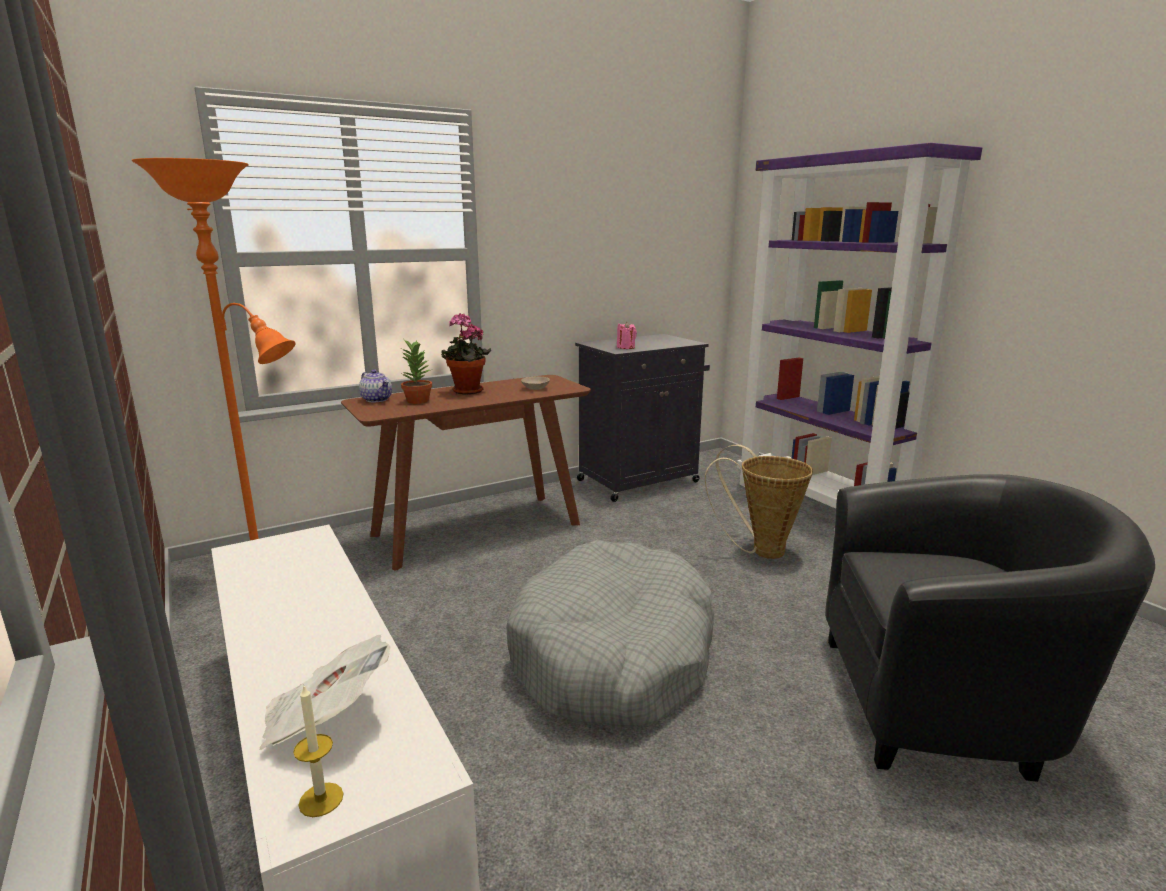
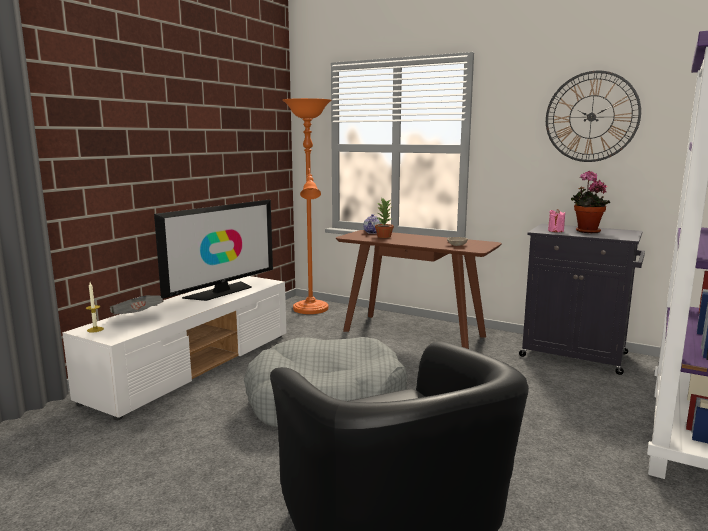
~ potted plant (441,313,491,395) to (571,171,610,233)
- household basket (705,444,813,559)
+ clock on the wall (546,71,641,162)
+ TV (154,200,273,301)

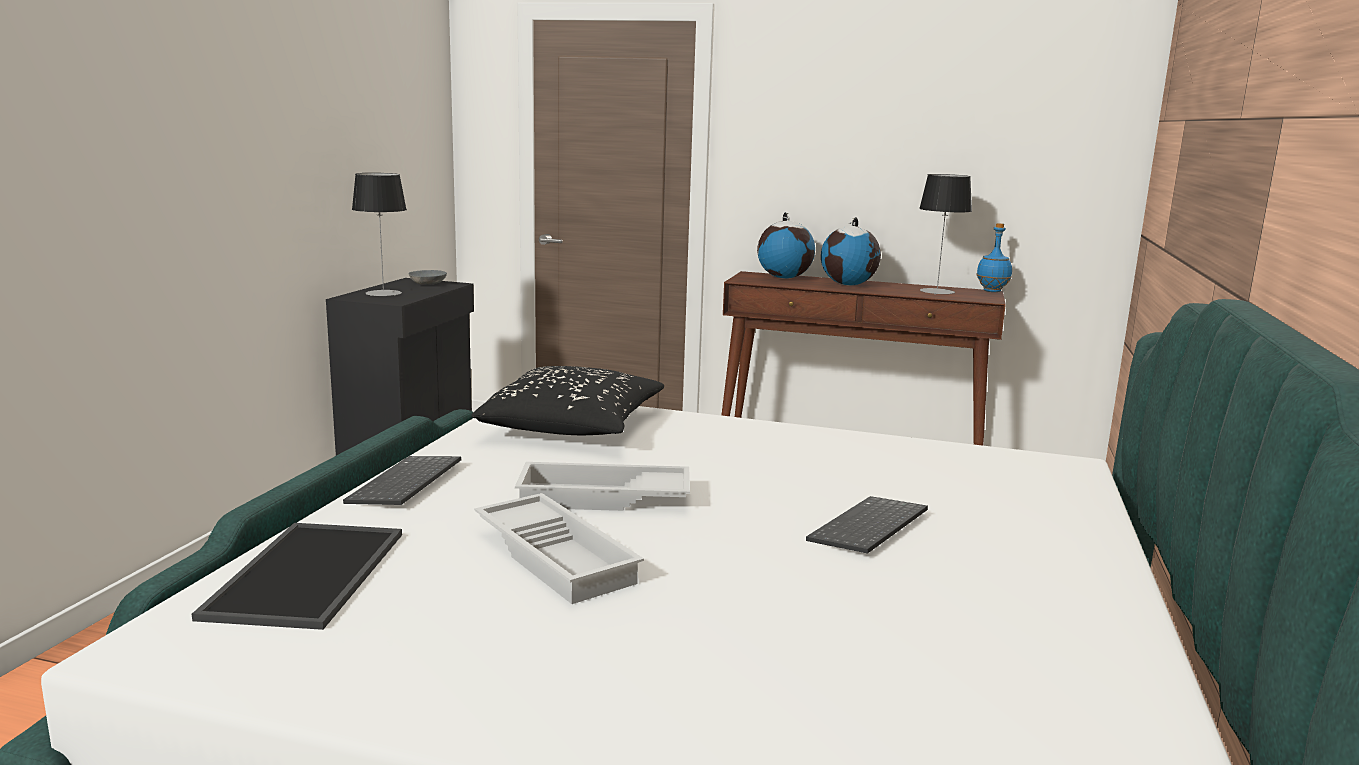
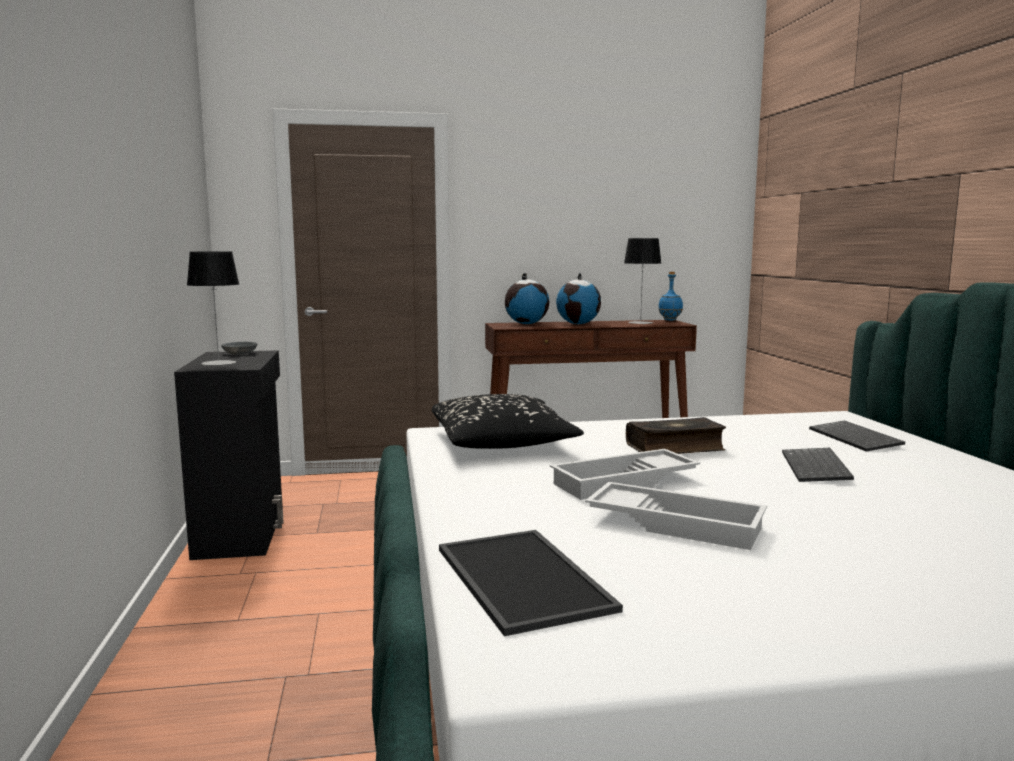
~ computer keyboard (343,456,461,505) to (809,420,905,452)
+ book (626,417,726,454)

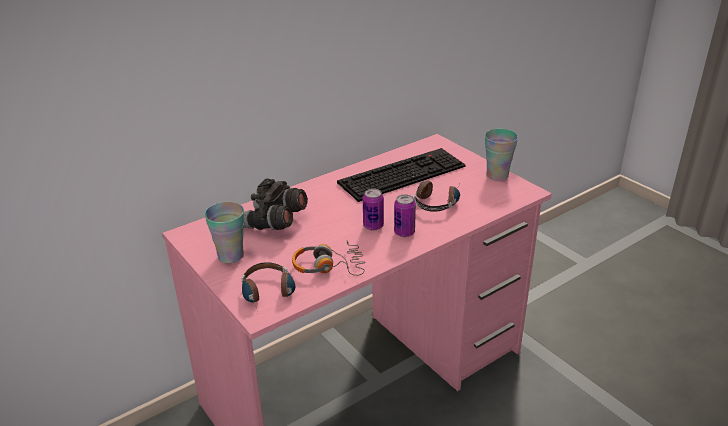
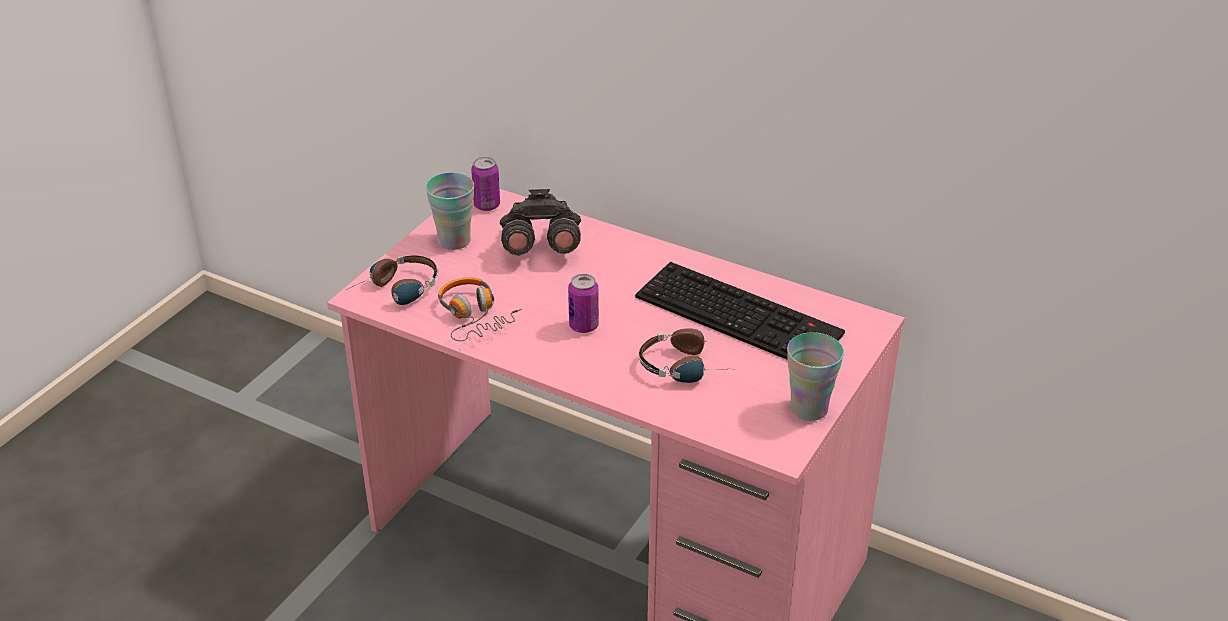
~ sealed can (394,194,416,237) to (471,157,500,211)

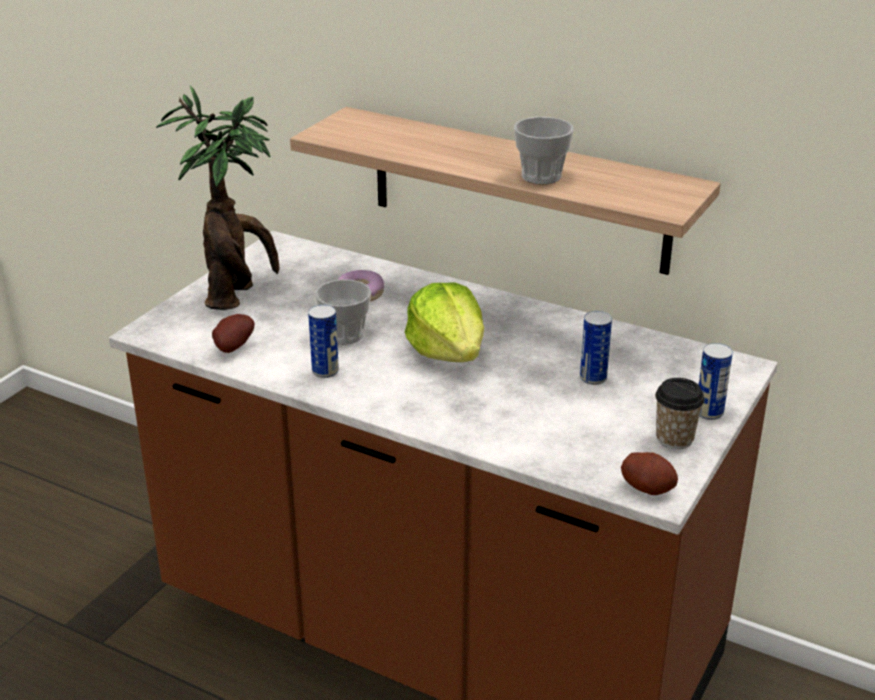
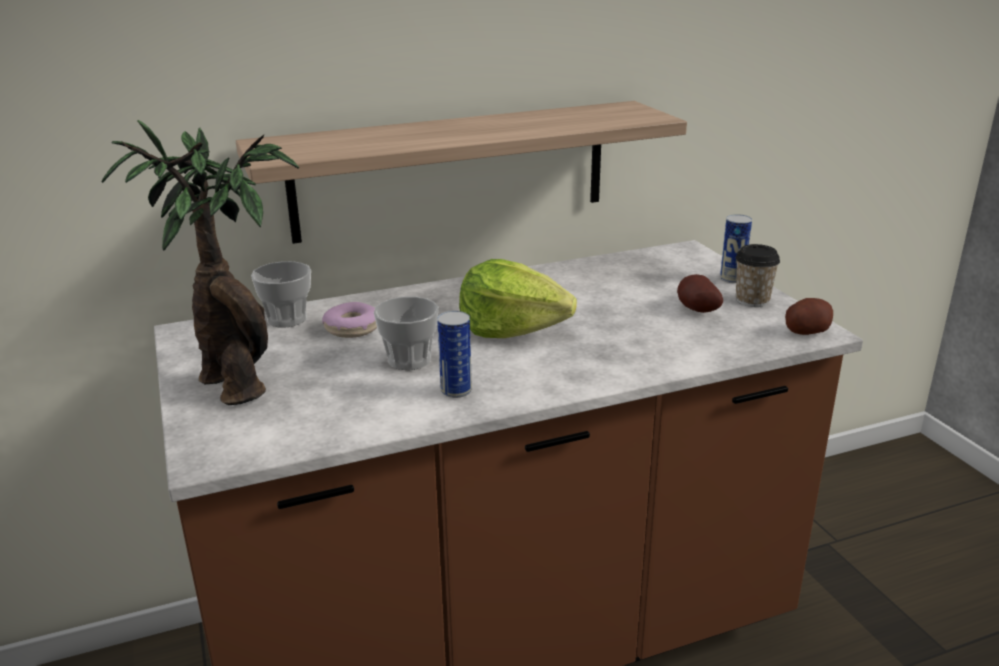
~ cup (514,117,573,184) to (251,261,311,328)
- sealed can (580,311,612,385)
~ whole potato (212,314,255,353) to (677,274,723,313)

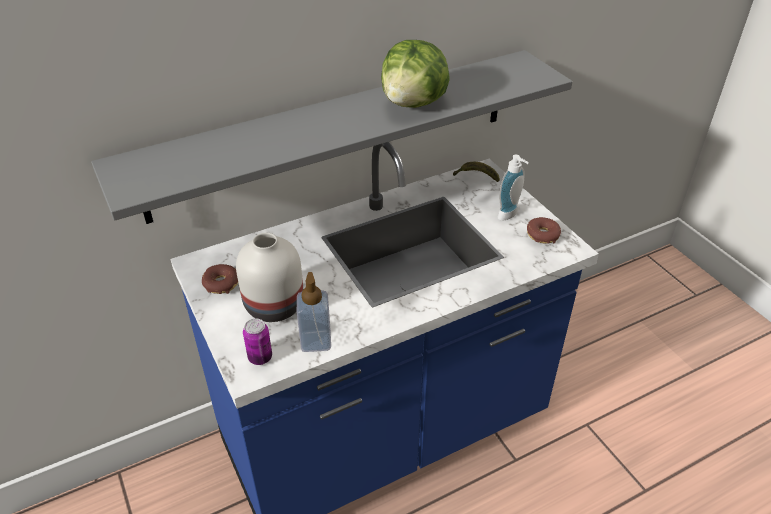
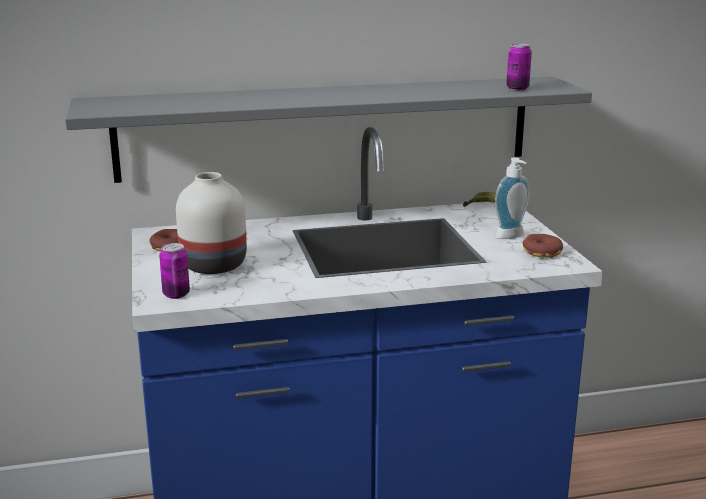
- head of lettuce (381,40,450,108)
- soap dispenser (297,272,331,352)
+ sealed can (506,44,532,90)

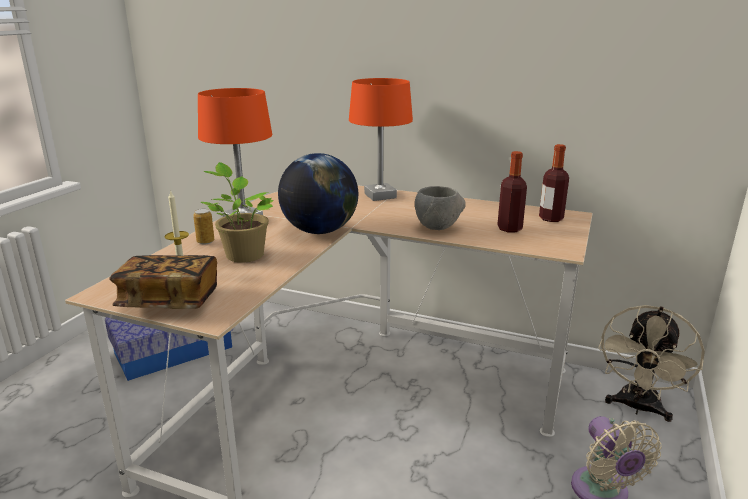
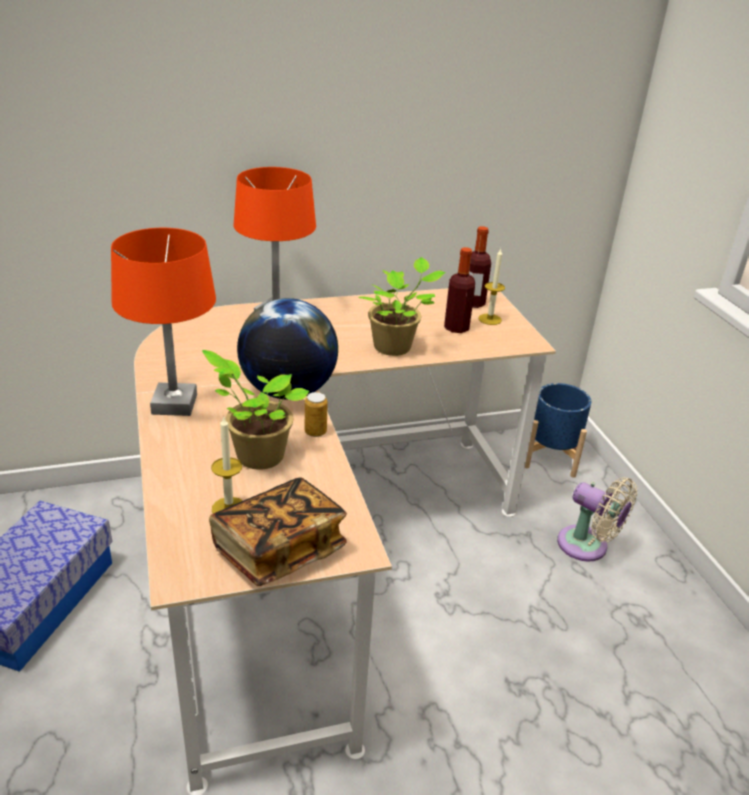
~ gray bowl (415,186,466,230) to potted plant (358,257,446,356)
~ sealed can (193,209,214,245) to (305,392,328,437)
~ sand-coloured electric fan (598,305,705,422) to blue plant pot (525,383,592,478)
+ wax light (478,248,505,325)

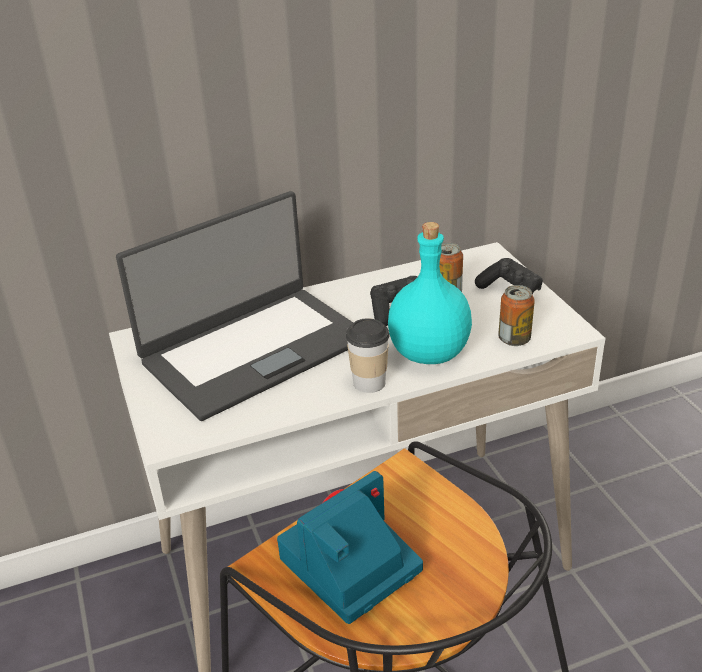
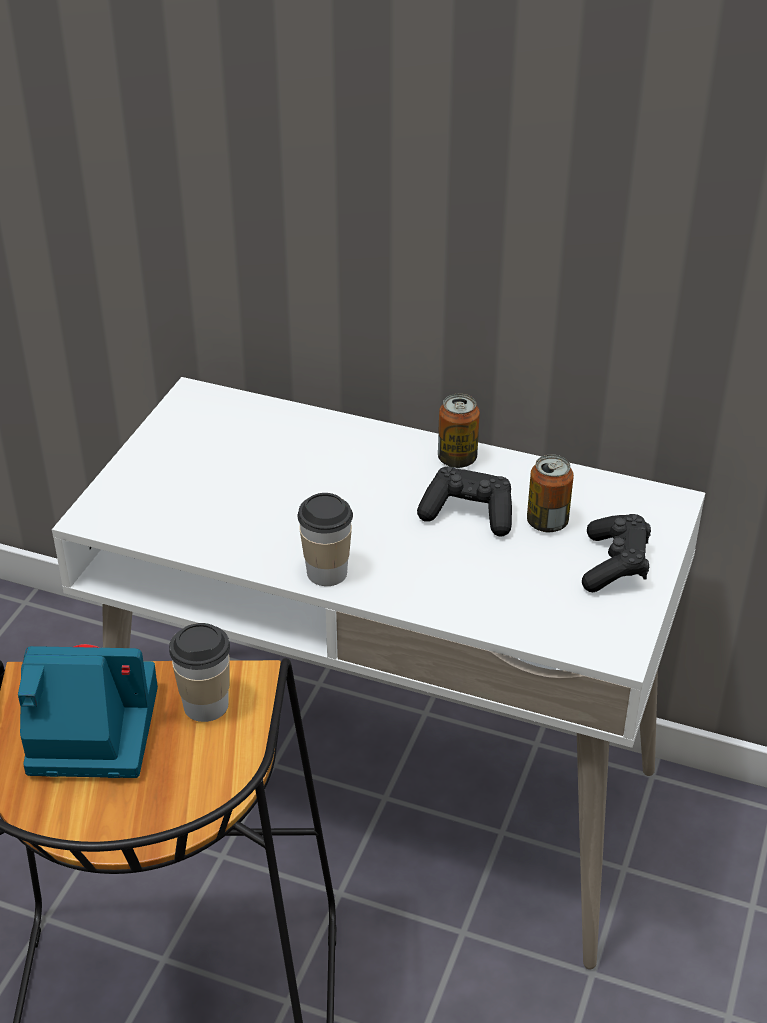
- notebook computer (116,191,353,421)
- turquoise bottle (388,222,472,364)
~ sealed can (498,285,535,346) to (438,394,480,468)
+ cup (169,623,230,722)

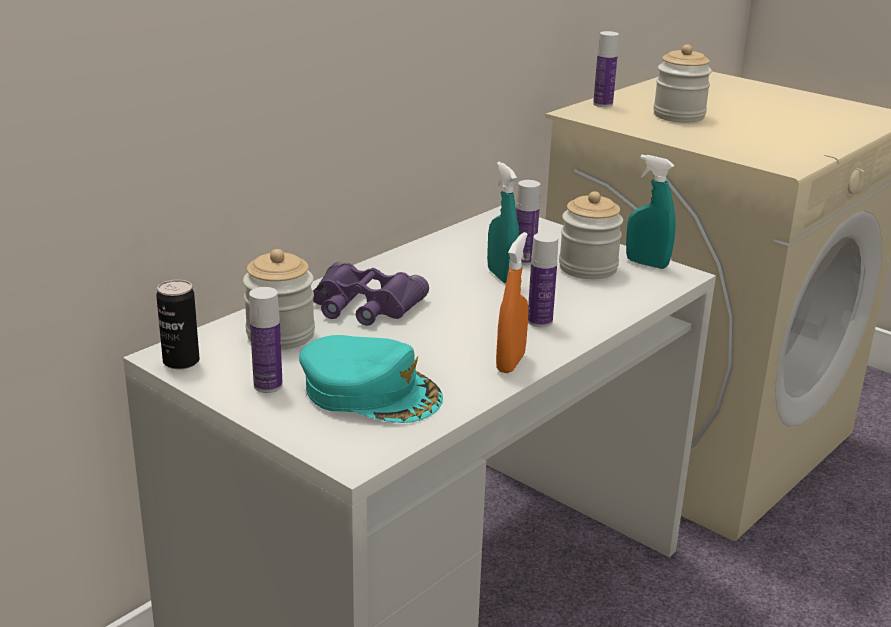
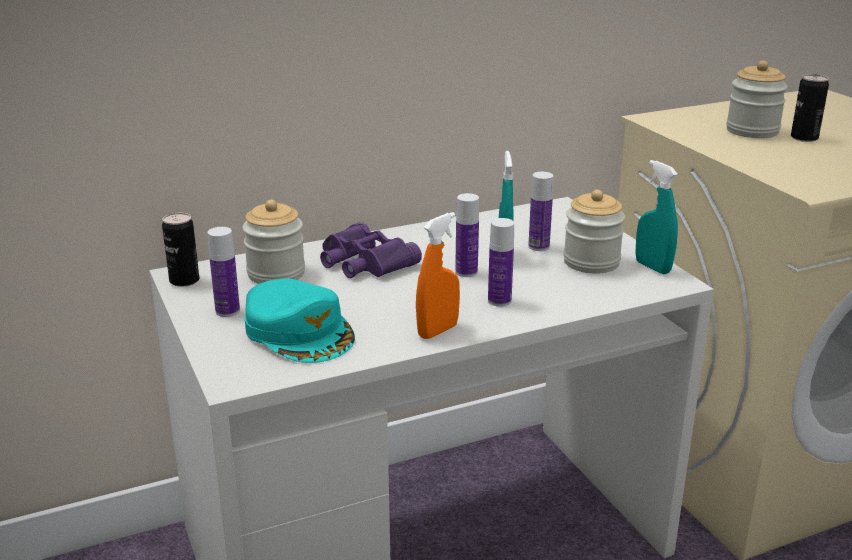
~ bottle (593,31,619,107) to (455,193,479,277)
+ sealed can (791,74,829,142)

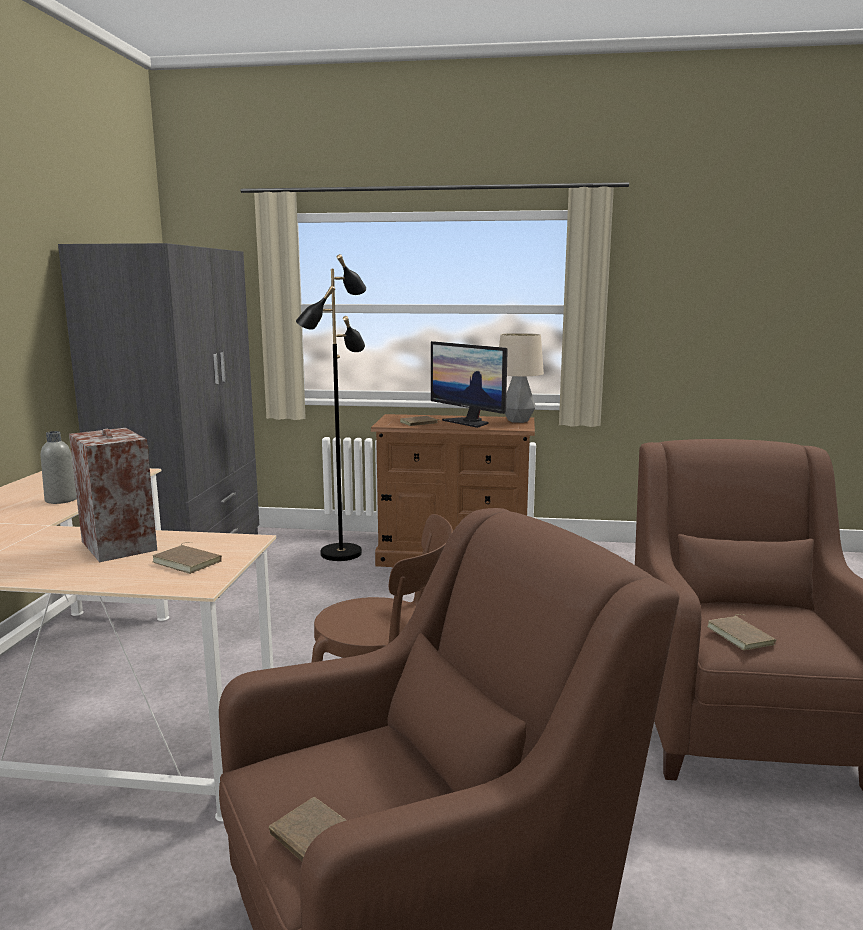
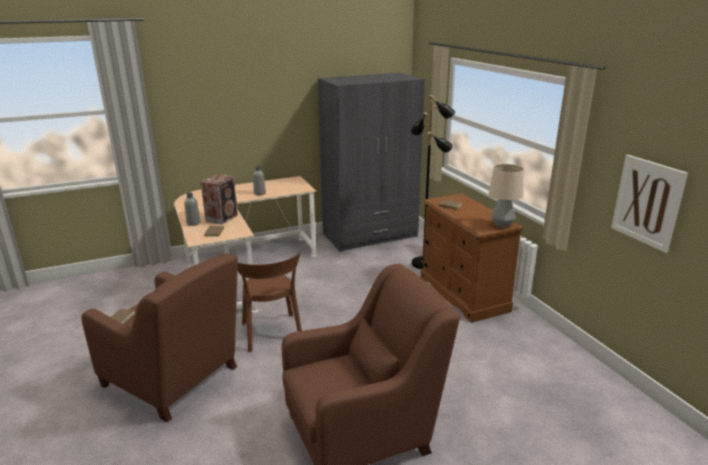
- computer display (431,341,508,428)
- brown book (707,614,776,651)
+ picture (611,155,688,253)
+ gray bottle (184,193,201,226)

